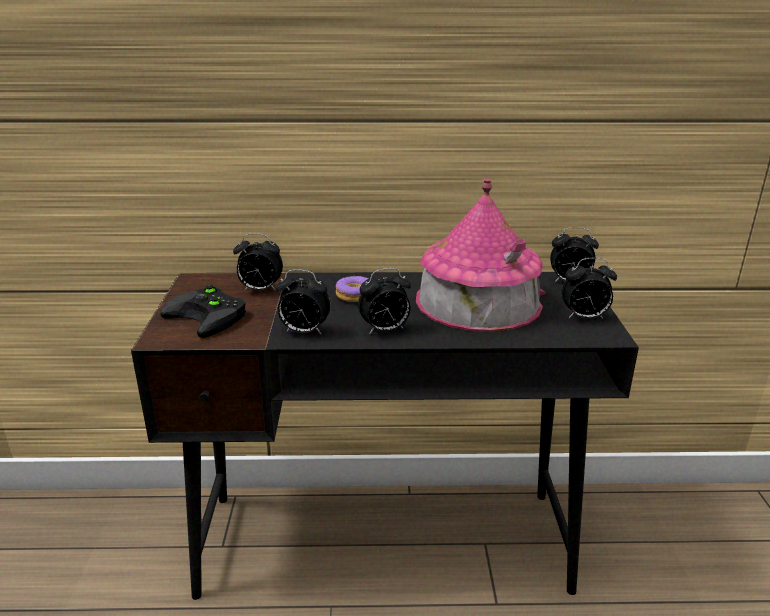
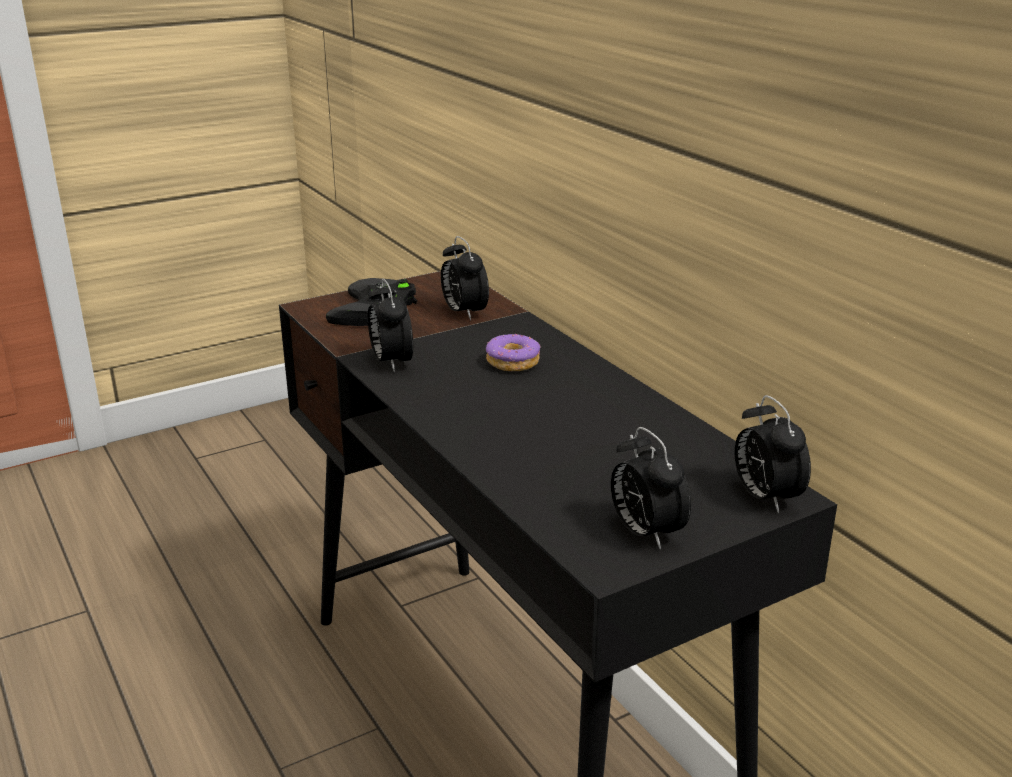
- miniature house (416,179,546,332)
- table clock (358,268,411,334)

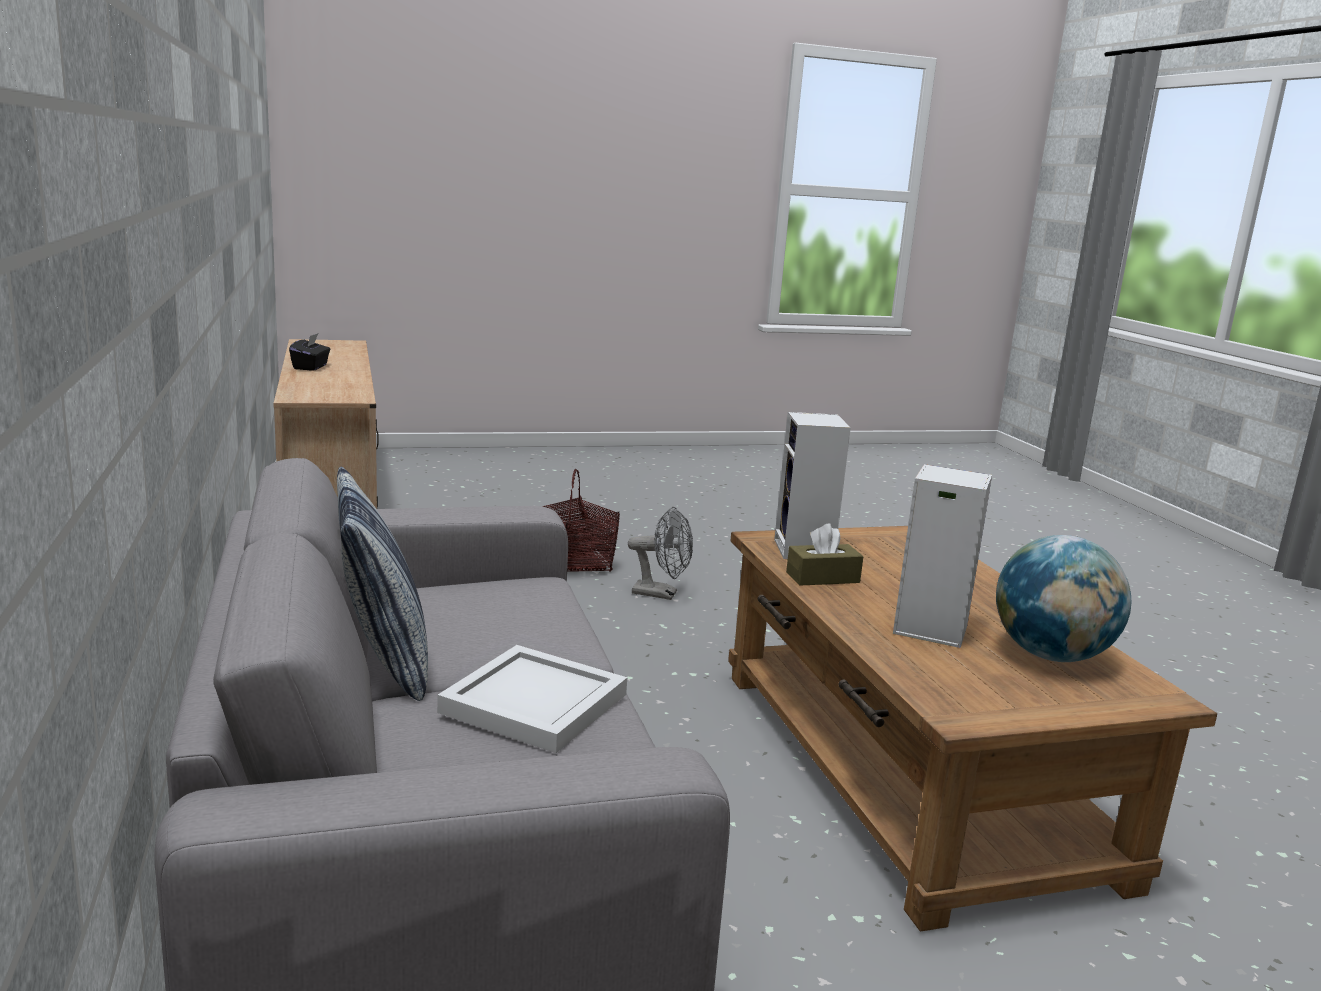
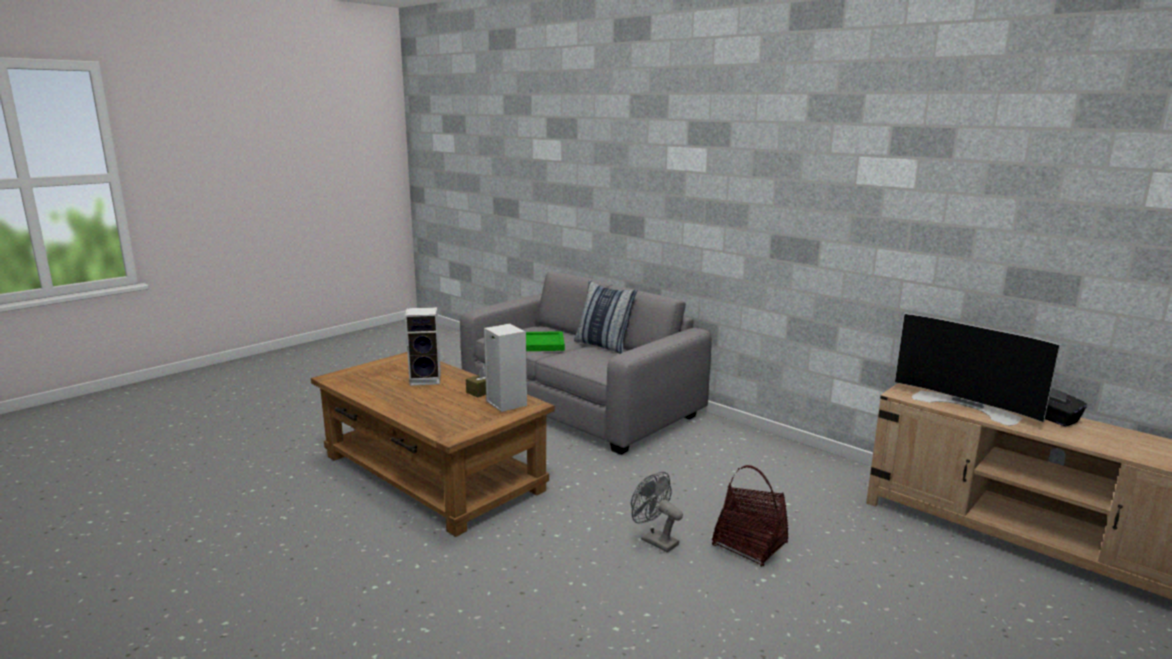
~ gray electric fan (628,507,693,600) = (631,472,683,552) 60 degrees clockwise
- desk globe (996,535,1131,662)
~ whitish tray (437,645,627,753) to green-coloured tray (526,331,565,351)
+ TV (894,313,1060,426)

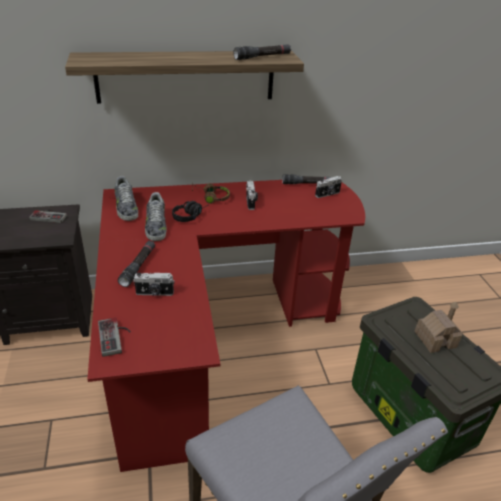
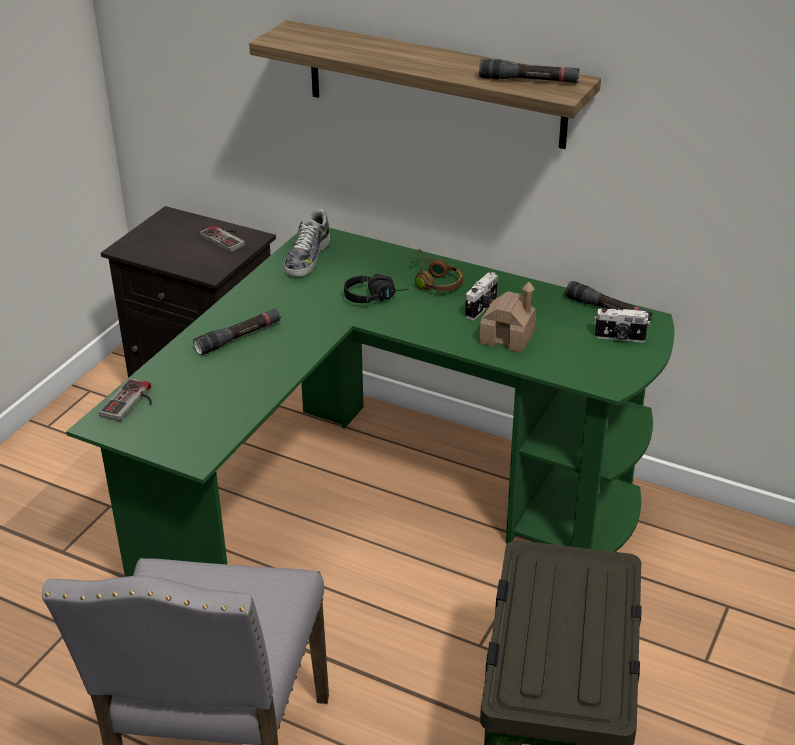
~ reddish desk table (87,180,365,472) to green-coloured desk table (66,228,675,577)
- low shoe (145,192,167,241)
- photo camera (133,273,175,296)
~ miniature house (414,302,462,353) to (479,282,536,353)

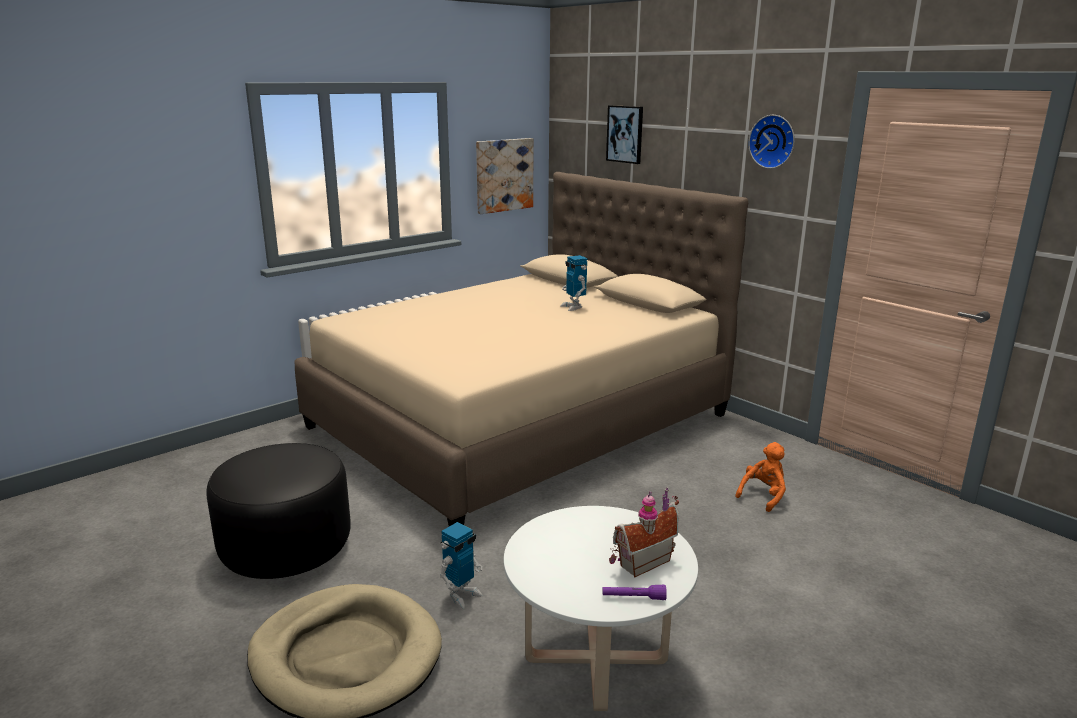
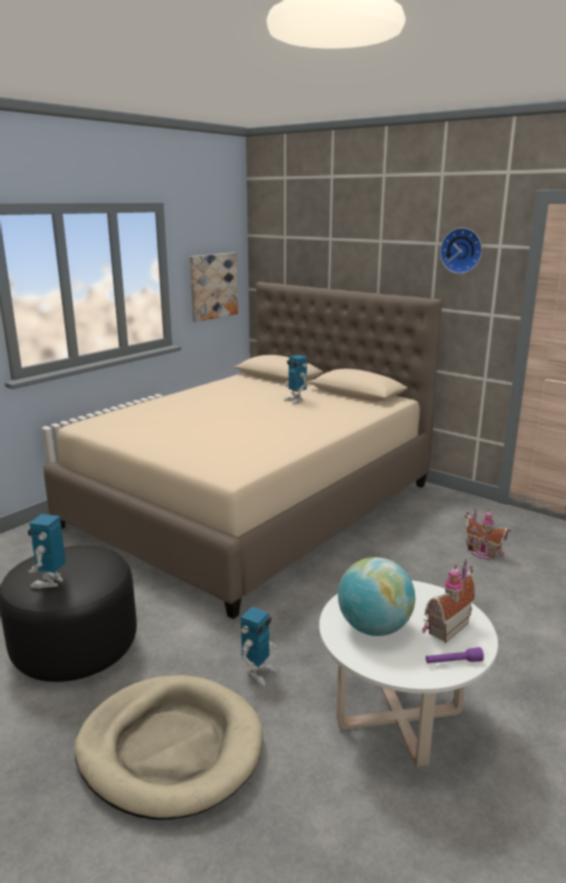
- picture (606,105,643,164)
~ orange-coloured plush toy (735,442,786,512) to miniature house (465,507,511,560)
+ toy robot (28,514,66,589)
+ desk globe (338,557,415,636)

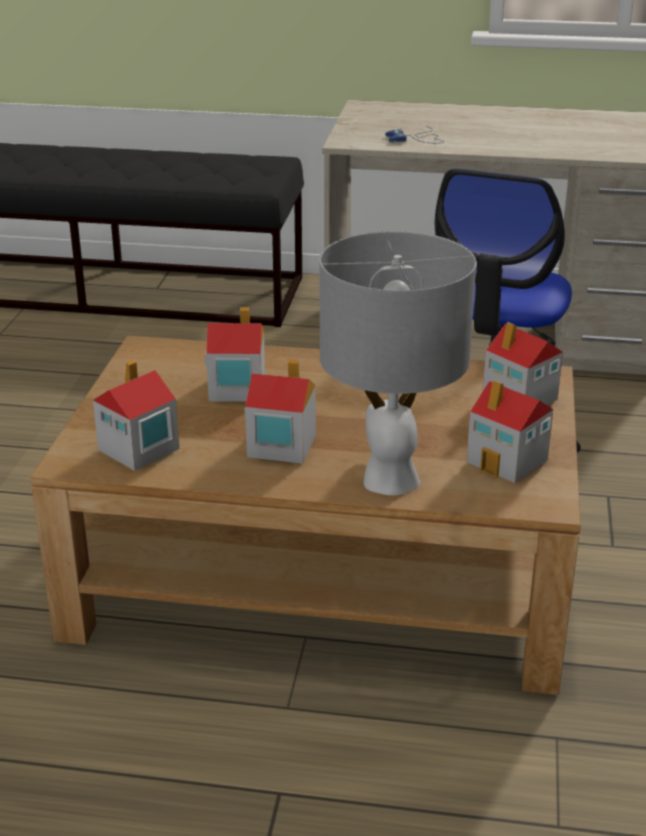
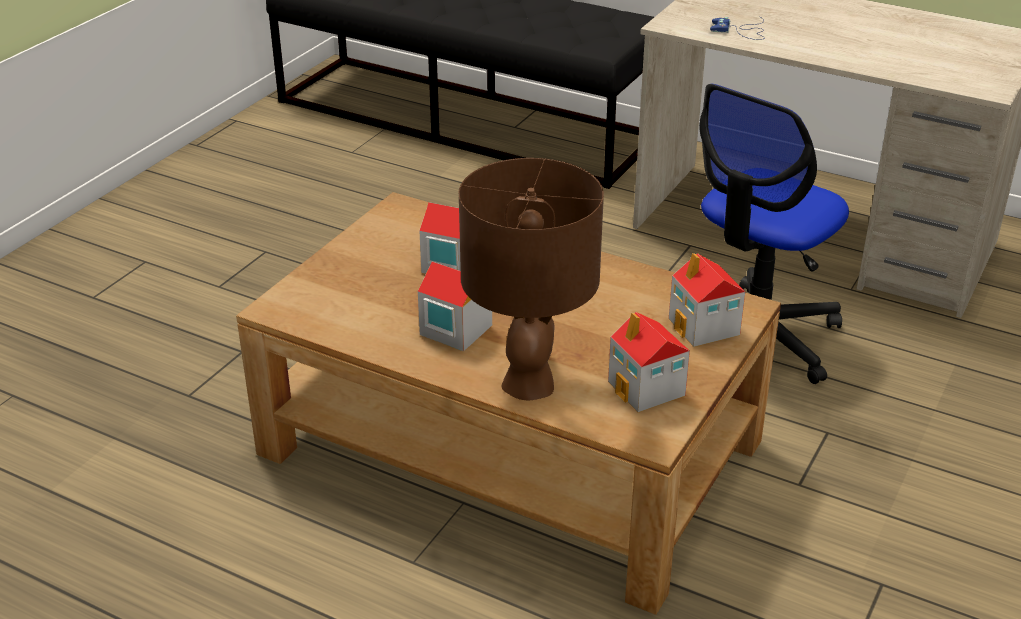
~ gray table lamp (320,231,476,495) to brown table lamp (459,158,604,400)
- miniature house (93,359,179,471)

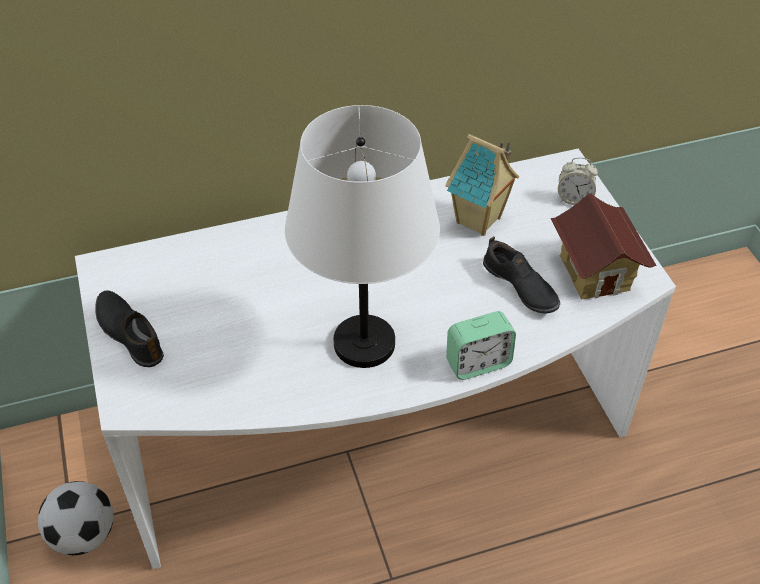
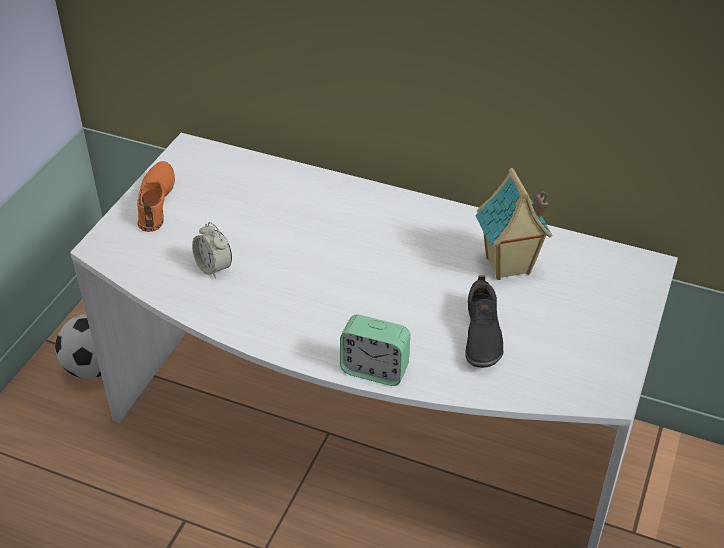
- whitish table lamp (285,105,440,368)
~ table clock (558,158,598,205) to (192,222,232,279)
- miniature house (551,193,657,300)
~ black low shoe (95,290,164,367) to orange-coloured low shoe (137,161,175,232)

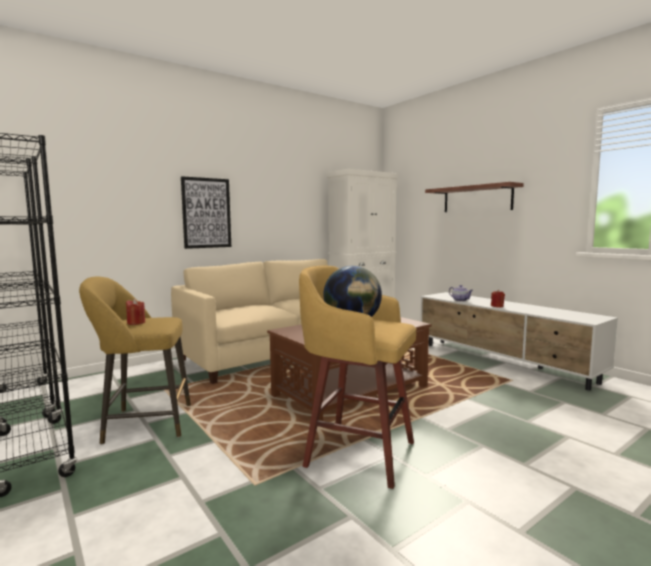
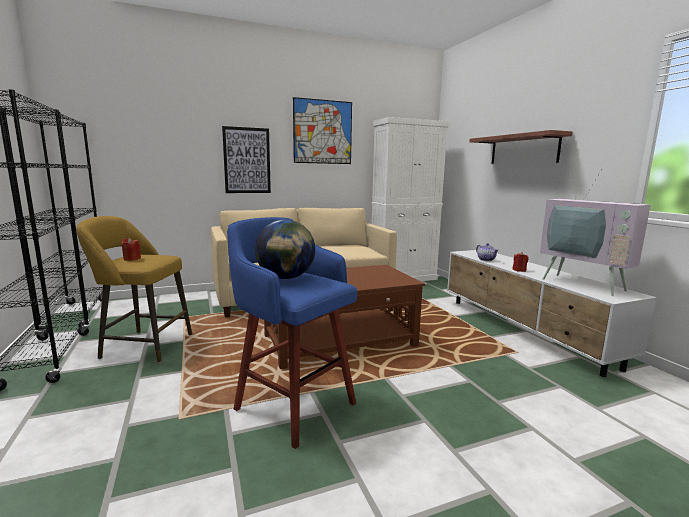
~ yellowish stool seat (299,266,416,489) to blue stool seat (227,217,357,449)
+ picture (293,97,352,164)
+ TV (540,167,651,296)

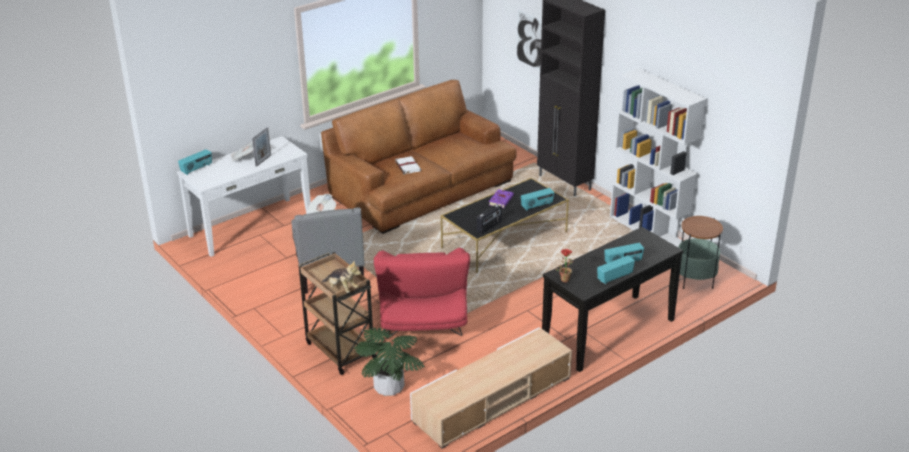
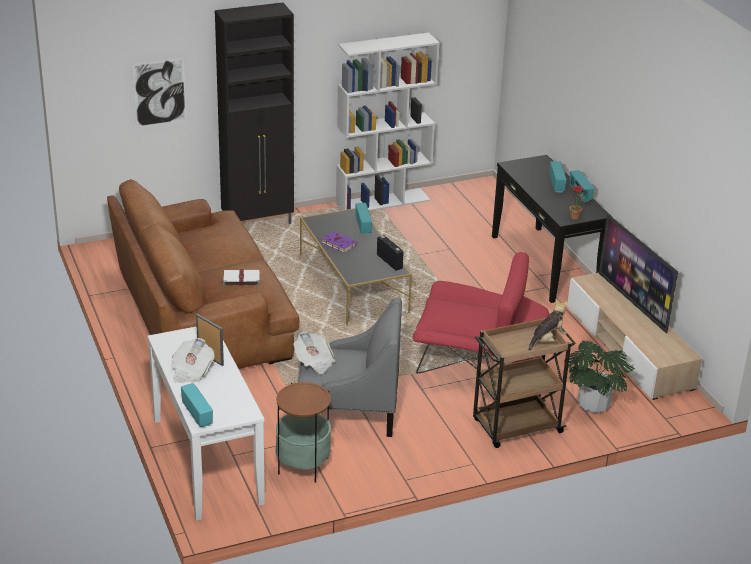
~ end table (678,216,723,289) to (276,382,331,483)
+ TV (599,214,678,334)

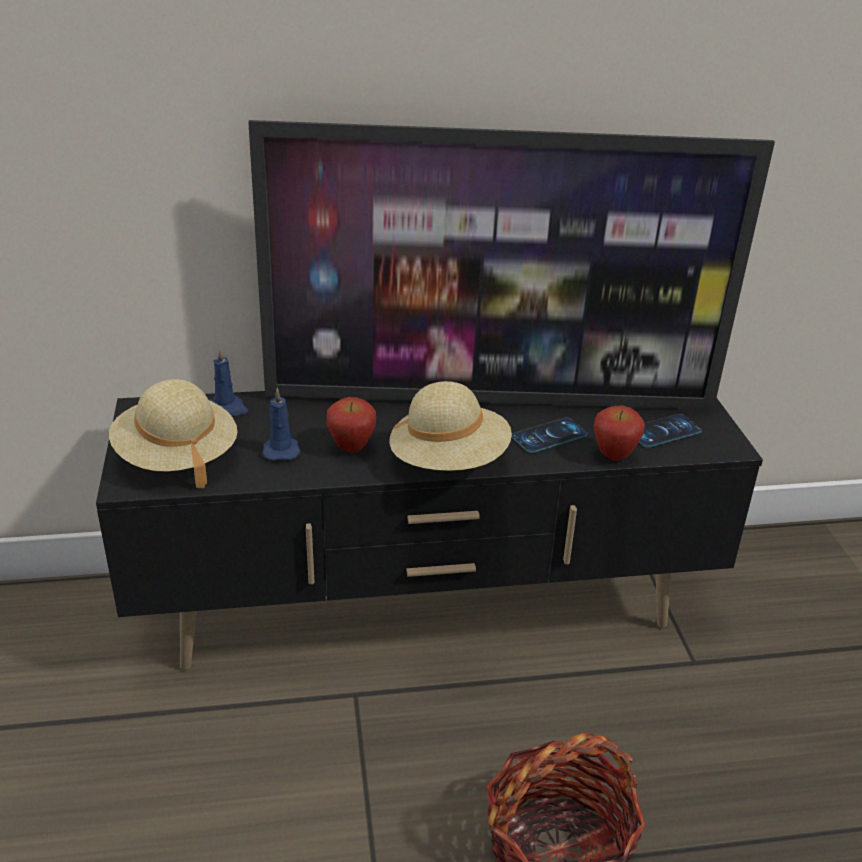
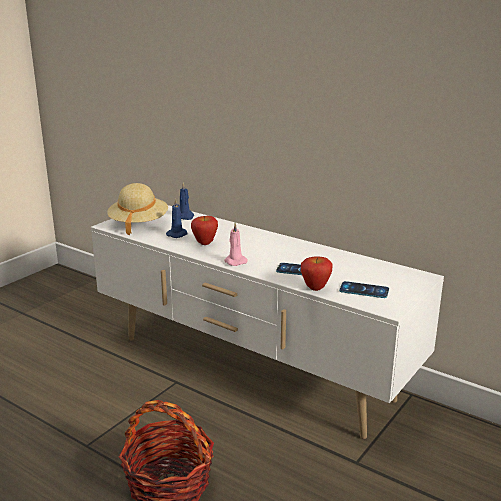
- TV (248,120,775,410)
~ sand-coloured clothing hat (390,381,512,471) to pink-coloured wax light (224,222,247,266)
~ black media console (96,391,763,670) to whitish media console (91,205,444,439)

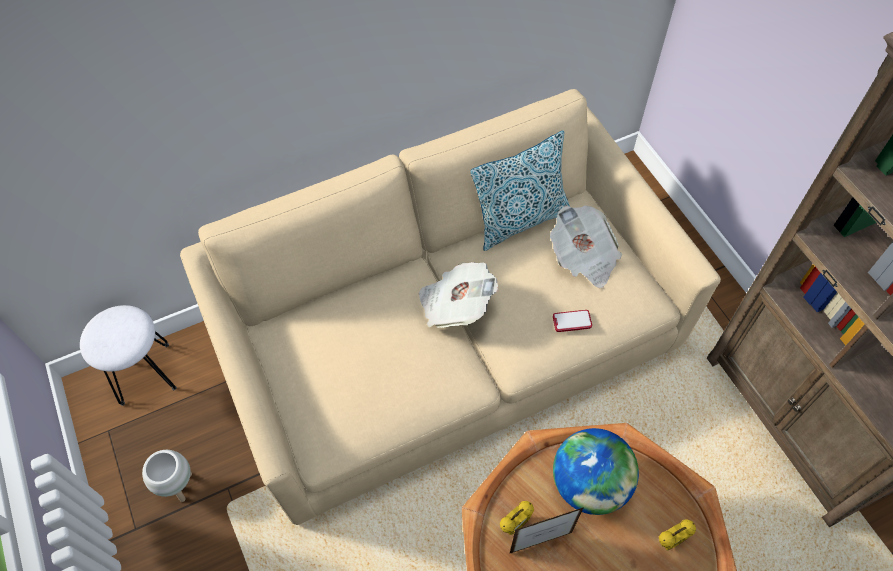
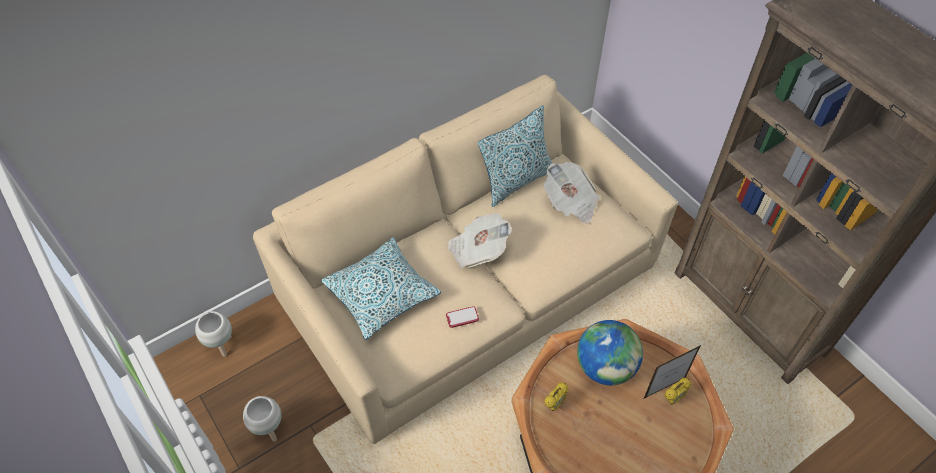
~ whitish stool seat (80,305,177,406) to whitish plant pot (195,311,232,357)
~ phone (553,310,592,332) to (446,306,479,328)
~ picture frame (510,507,584,553) to (644,345,701,399)
+ throw pillow (321,237,441,340)

